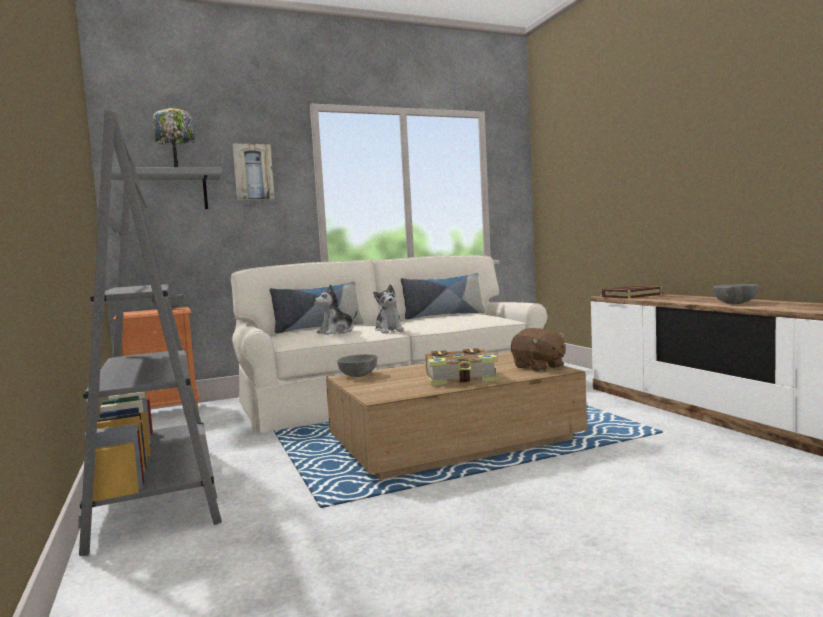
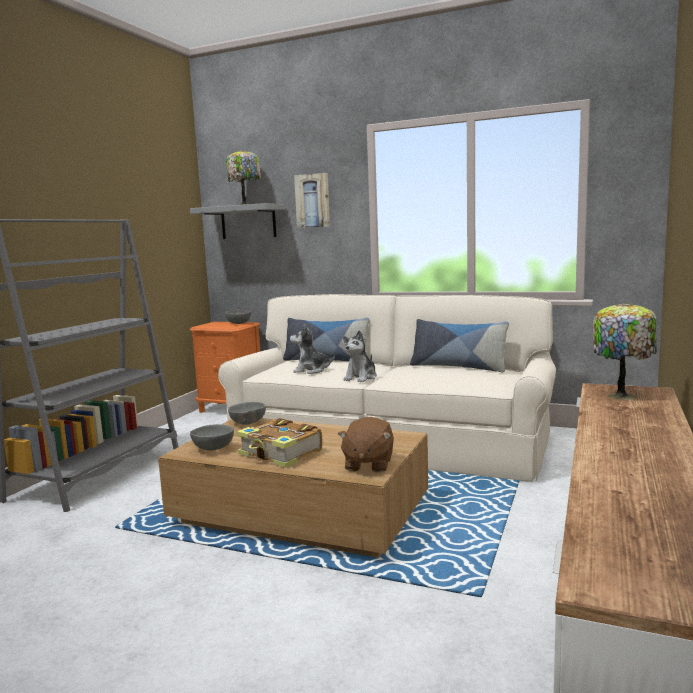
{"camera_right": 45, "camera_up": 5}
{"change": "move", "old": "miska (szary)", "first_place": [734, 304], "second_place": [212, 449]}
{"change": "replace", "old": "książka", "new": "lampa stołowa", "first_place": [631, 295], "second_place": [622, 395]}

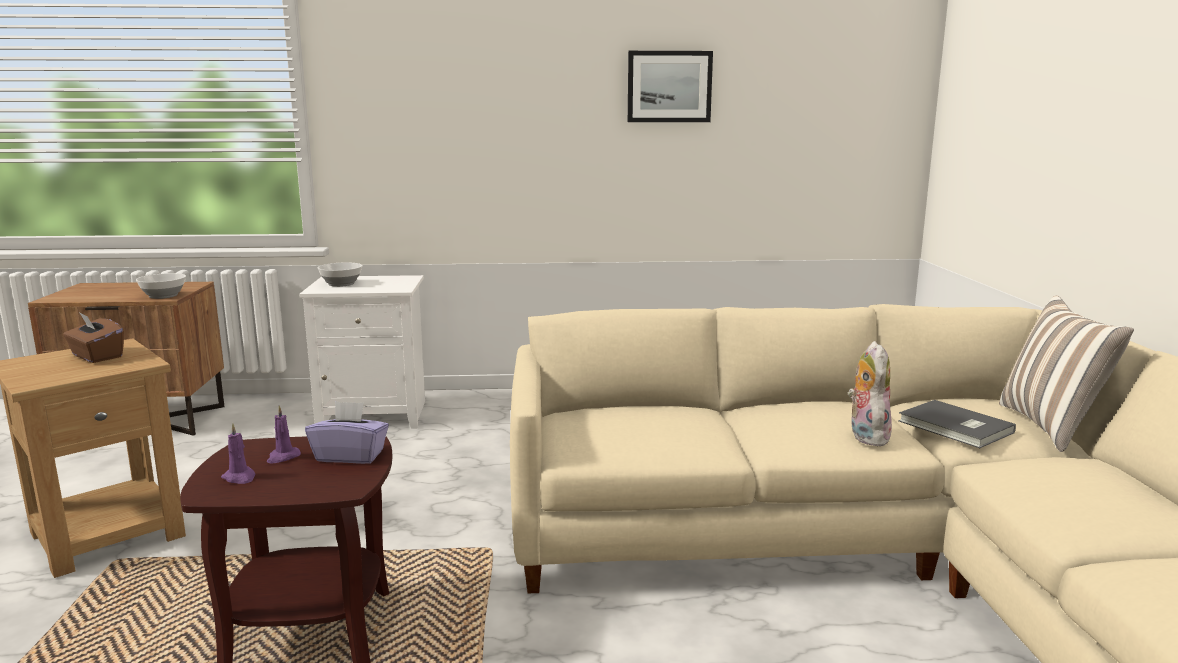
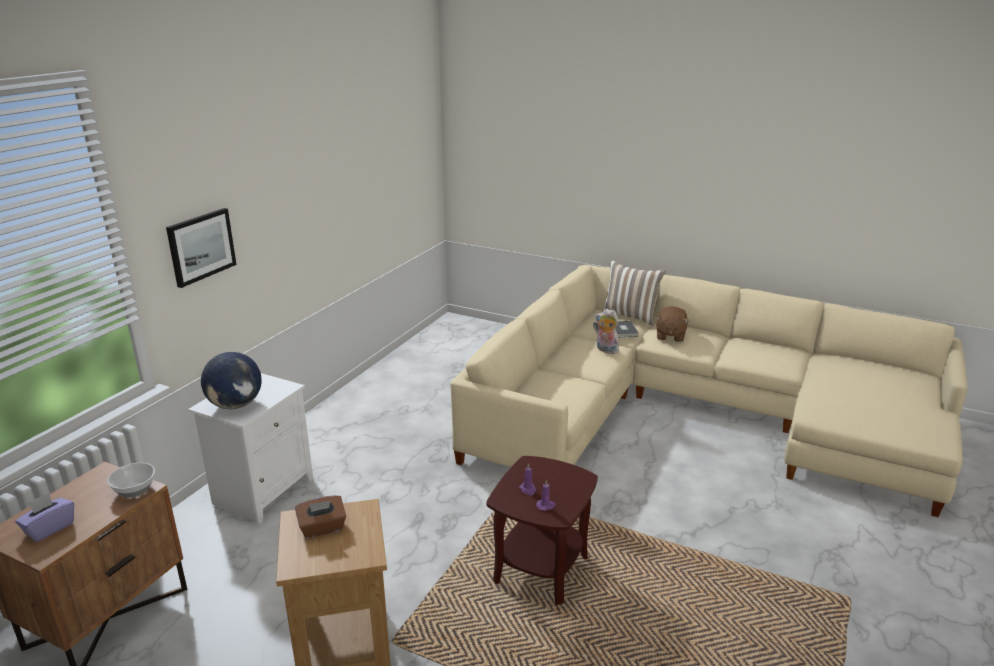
{"camera_right": -60, "camera_up": 10}
{"change": "move", "old": "obraz", "first_place": [669, 87], "second_place": [201, 246]}
{"change": "replace", "old": "miska", "new": "globus", "first_place": [341, 284], "second_place": [236, 405]}
{"change": "move", "old": "pudełko chusteczek (fioletowy)", "first_place": [350, 456], "second_place": [49, 528]}
{"change": "insert", "new": "pluszak (brązowy)", "second_place": [670, 336]}

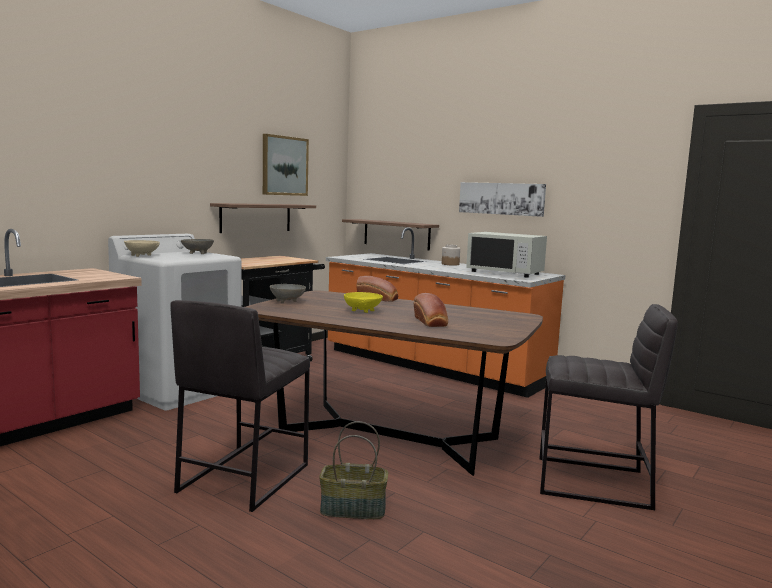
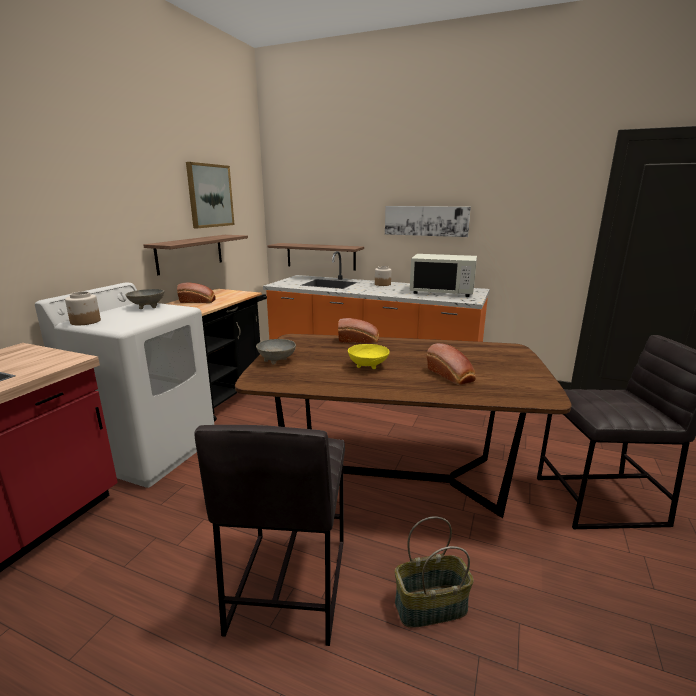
{"camera_right": -15, "camera_up": 10}
{"change": "replace", "old": "miska (beżowy)", "new": "słoik", "first_place": [142, 256], "second_place": [85, 322]}
{"change": "insert", "new": "chleb", "second_place": [198, 301]}

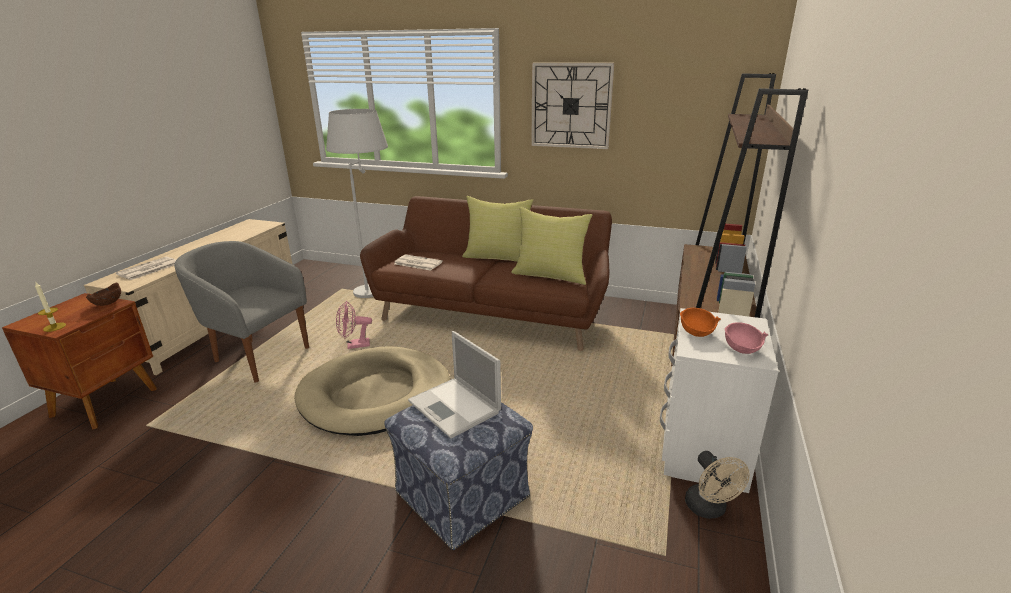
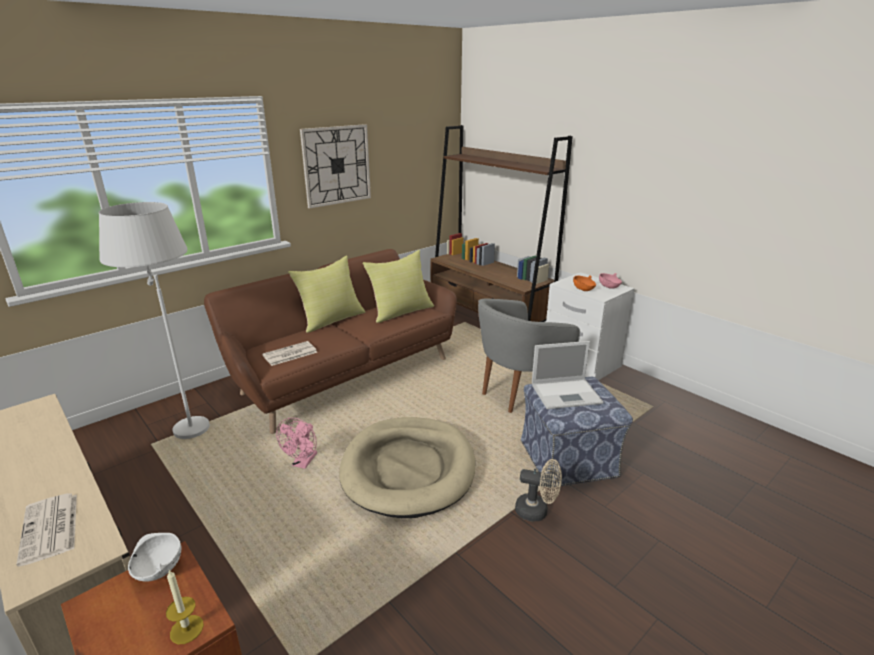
{"camera_right": -60, "camera_up": 0}
{"change": "move", "old": "fotel (szary)", "first_place": [257, 357], "second_place": [518, 393]}
{"change": "recolor", "old": "miska (brązowy)", "new": "miska (biały)", "first_place": [107, 303], "second_place": [158, 570]}
{"change": "move", "old": "wentylator (beżowy)", "first_place": [709, 509], "second_place": [537, 511]}

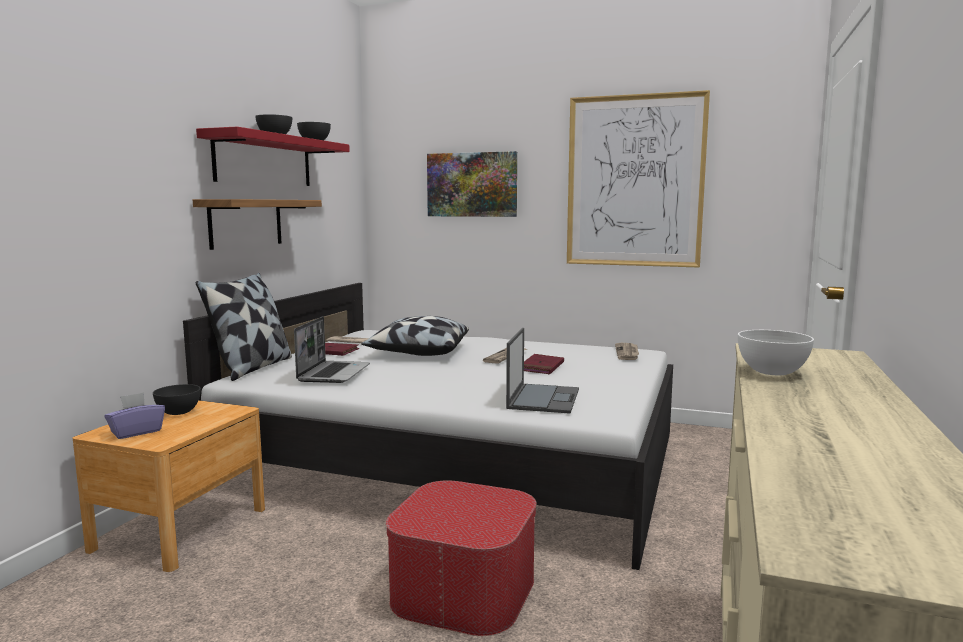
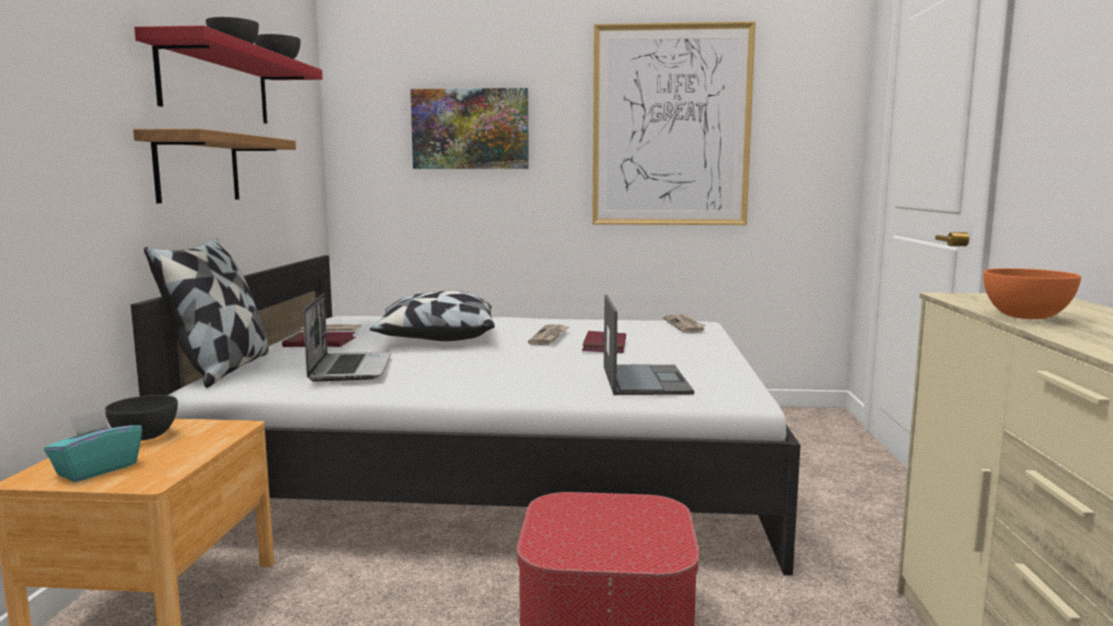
{"camera_right": -15, "camera_up": 0}
{"change": "recolor", "old": "miska (biały)", "new": "miska (pomarańczowy)", "first_place": [772, 372], "second_place": [1026, 317]}
{"change": "recolor", "old": "pudełko chusteczek (fioletowy)", "new": "pudełko chusteczek (turkusowy)", "first_place": [136, 432], "second_place": [97, 469]}

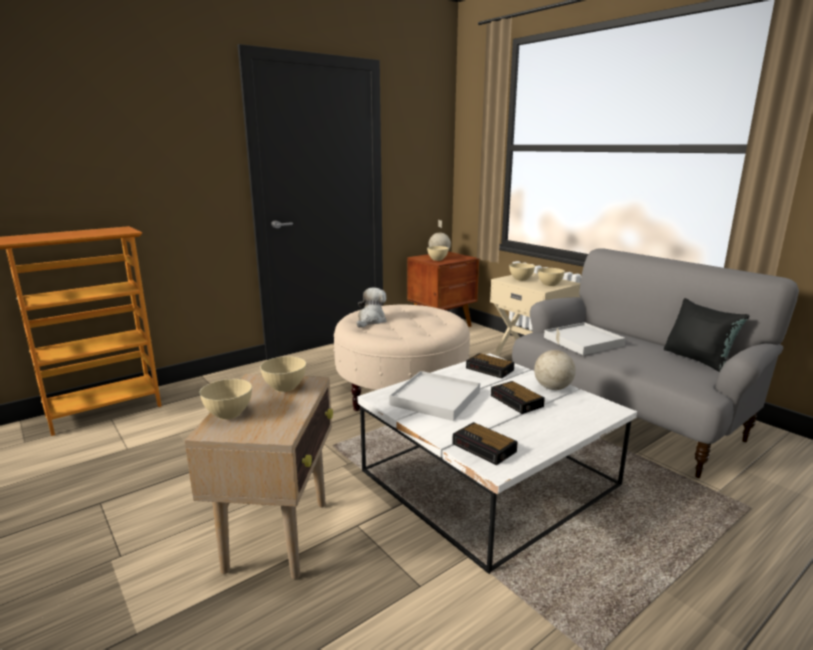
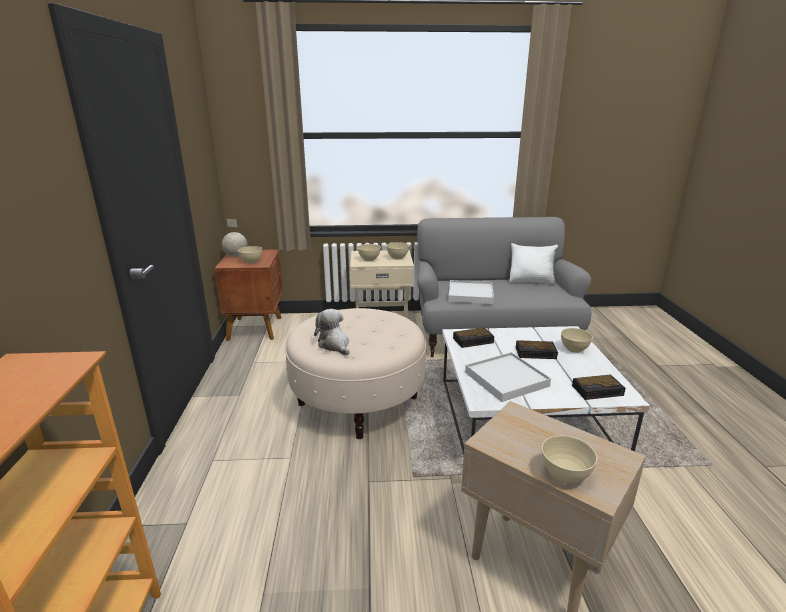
{"camera_right": -55, "camera_up": 5}
{"change": "recolor", "old": "poduszka (czarny)", "new": "poduszka (biały)", "first_place": [698, 359], "second_place": [531, 281]}
{"change": "delete", "old": "globus", "first_place": [552, 388]}
{"change": "move", "old": "miska (beżowy)", "first_place": [285, 387], "second_place": [574, 349]}

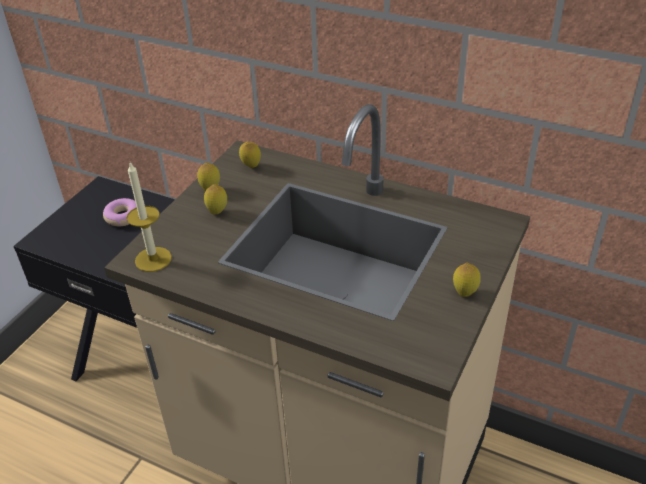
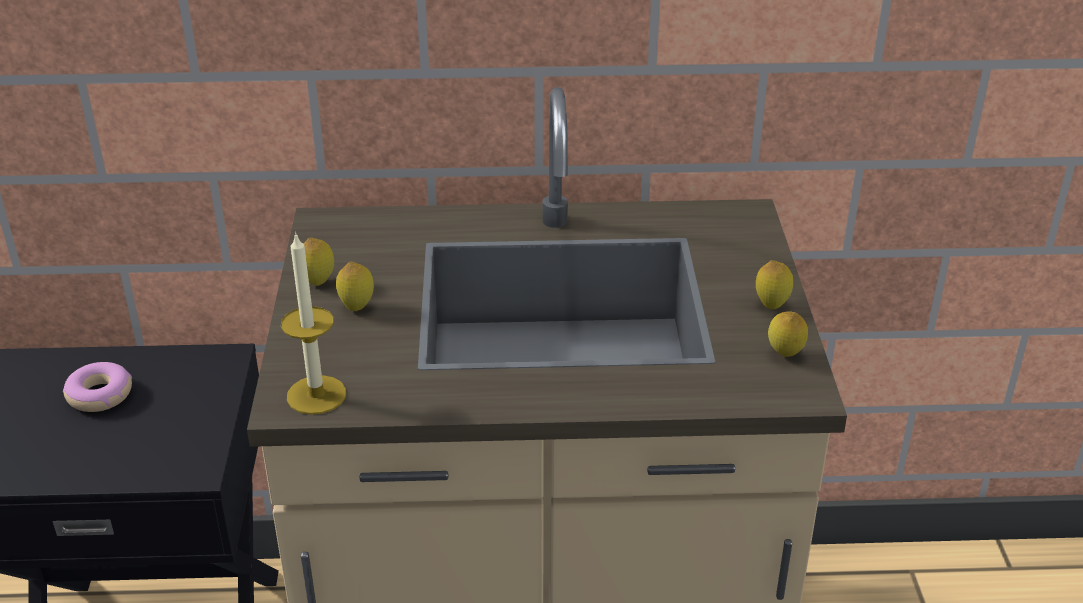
{"camera_right": -30, "camera_up": -5}
{"change": "move", "old": "cytryna", "first_place": [251, 166], "second_place": [784, 355]}

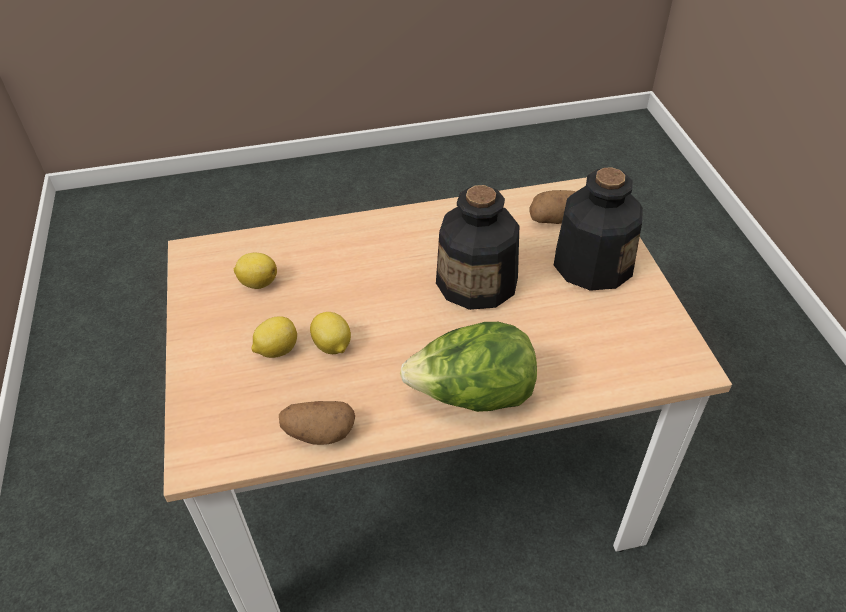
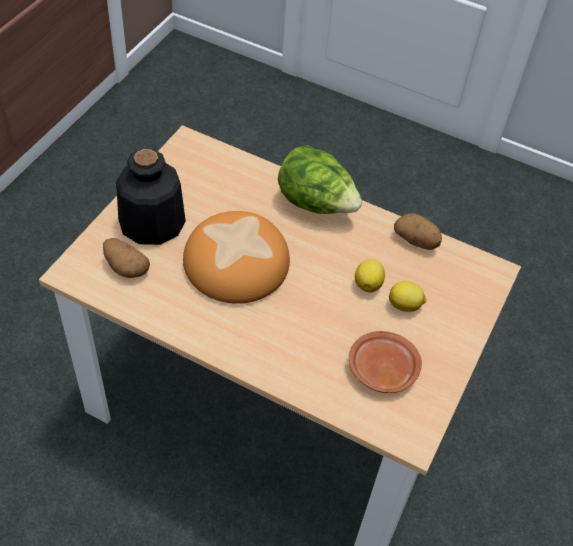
{"camera_right": -145, "camera_up": 5}
{"change": "replace", "old": "butelka", "new": "chleb", "first_place": [477, 282], "second_place": [235, 262]}
{"change": "replace", "old": "cytryna", "new": "talerz (brązowy)", "first_place": [257, 282], "second_place": [381, 369]}

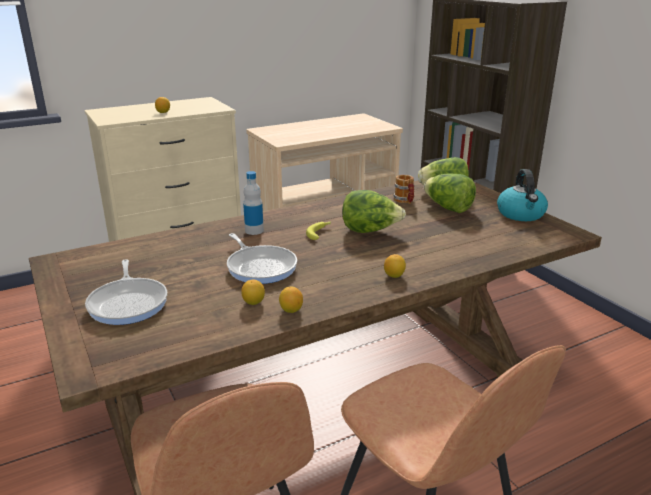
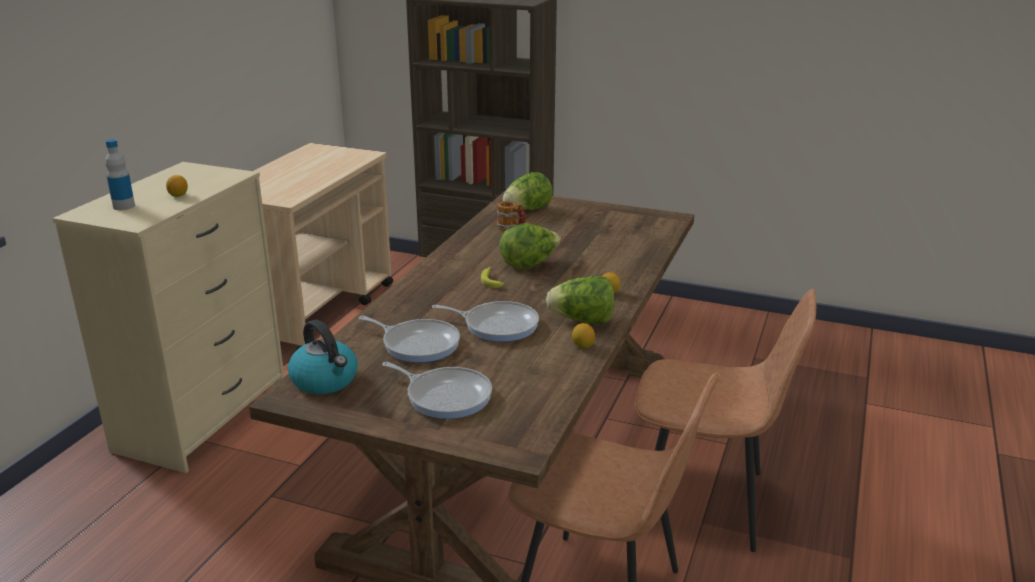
{"camera_right": -40, "camera_up": 0}
{"change": "move", "old": "czajnik", "first_place": [521, 214], "second_place": [325, 380]}
{"change": "move", "old": "butelka", "first_place": [254, 231], "second_place": [124, 206]}
{"change": "move", "old": "sałata", "first_place": [448, 208], "second_place": [582, 321]}
{"change": "delete", "old": "cytryna", "first_place": [253, 302]}
{"change": "insert", "new": "patelnia", "second_place": [418, 344]}

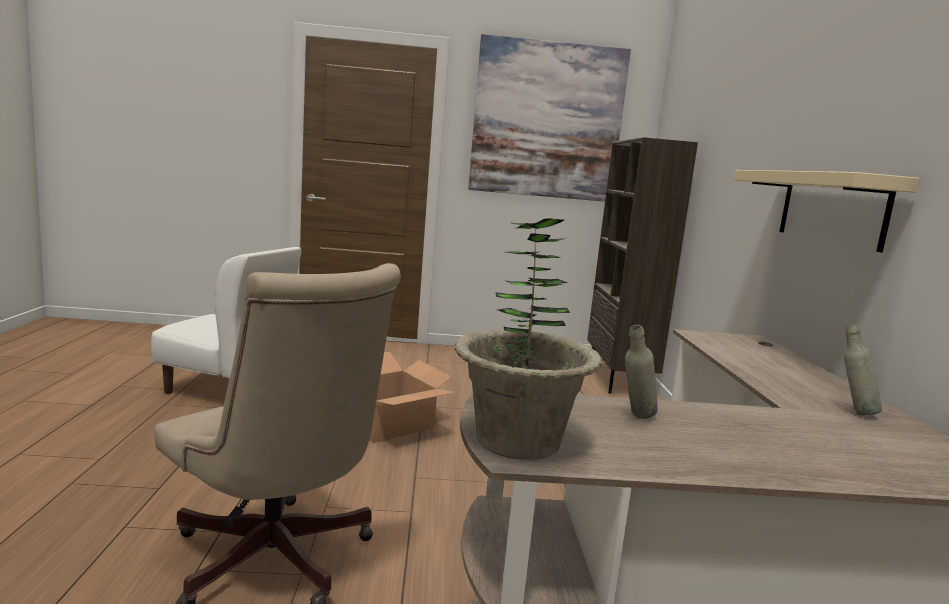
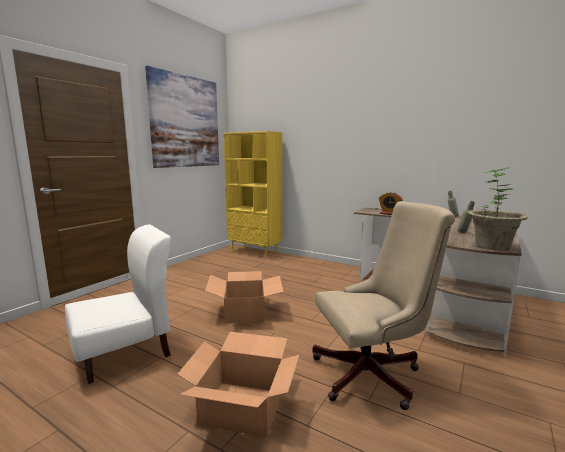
{"camera_right": -55, "camera_up": 0}
{"change": "recolor", "old": "regał (brązowy)", "new": "regał (żółty)", "first_place": [619, 380], "second_place": [255, 252]}
{"change": "delete", "old": "półka (beżowy)", "first_place": [831, 208]}
{"change": "insert", "new": "budzik", "second_place": [389, 214]}
{"change": "insert", "new": "karton", "second_place": [242, 406]}

